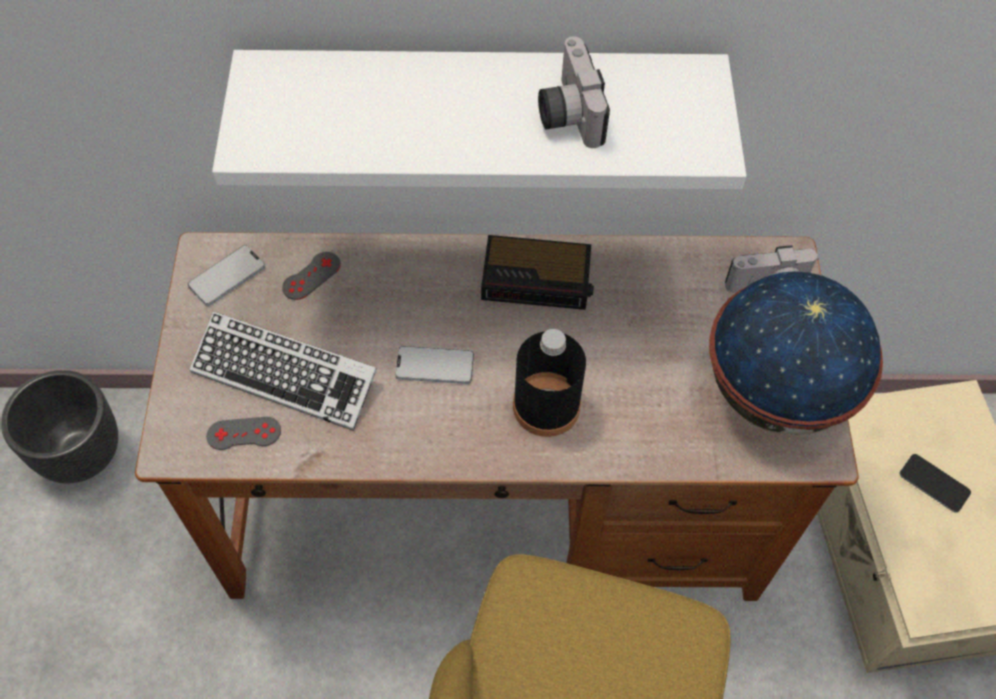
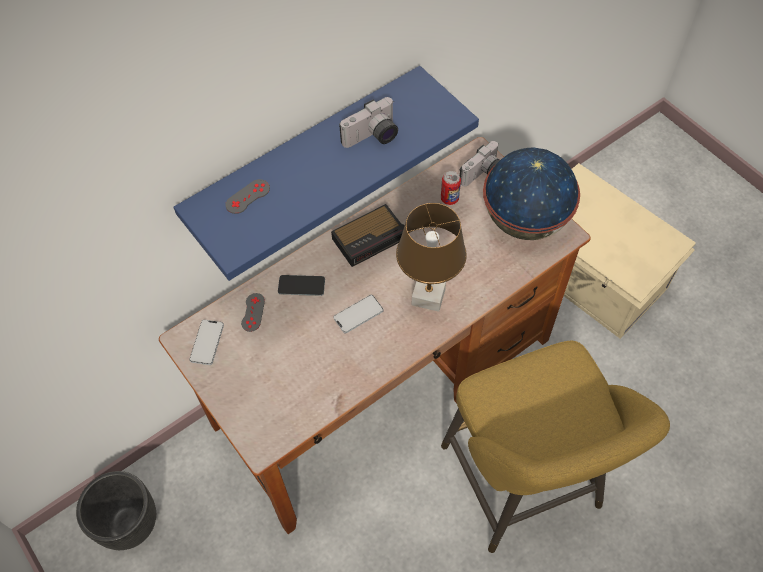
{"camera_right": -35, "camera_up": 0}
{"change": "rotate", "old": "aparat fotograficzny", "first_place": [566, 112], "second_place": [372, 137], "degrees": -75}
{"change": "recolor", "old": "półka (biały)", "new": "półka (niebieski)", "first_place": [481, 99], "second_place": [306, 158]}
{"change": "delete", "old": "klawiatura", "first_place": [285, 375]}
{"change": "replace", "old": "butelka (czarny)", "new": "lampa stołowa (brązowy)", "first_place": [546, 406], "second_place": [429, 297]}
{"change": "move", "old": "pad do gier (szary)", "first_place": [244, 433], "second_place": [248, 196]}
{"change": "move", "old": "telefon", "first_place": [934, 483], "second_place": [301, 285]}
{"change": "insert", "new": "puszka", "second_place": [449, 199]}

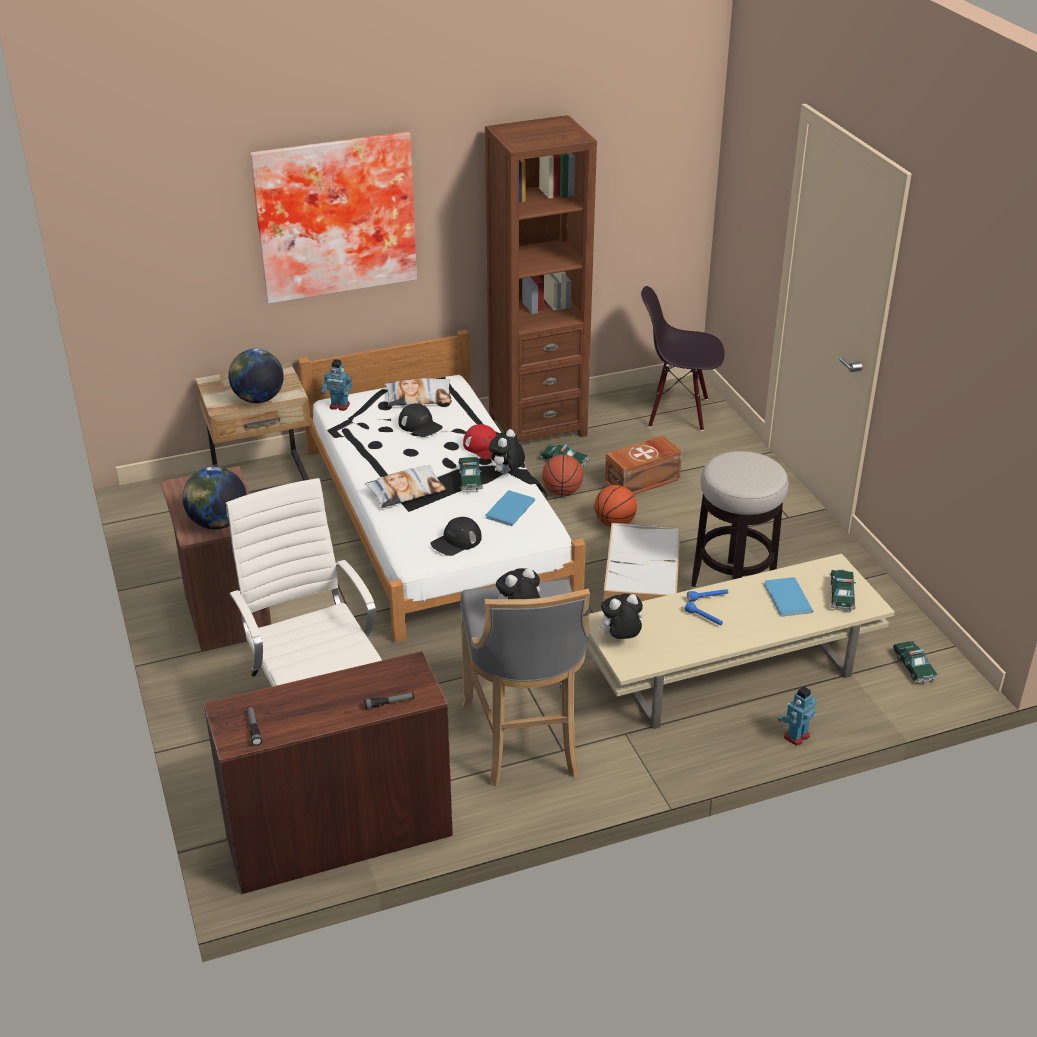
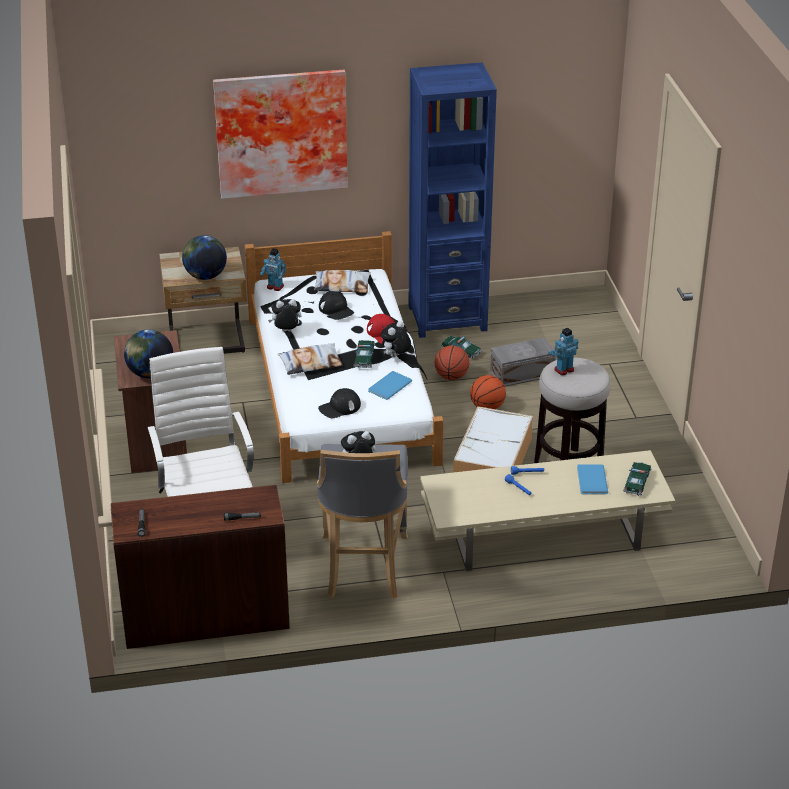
{"camera_right": 10, "camera_up": 0}
{"change": "recolor", "old": "regał (brązowy)", "new": "regał (niebieski)", "first_place": [537, 426], "second_place": [447, 318]}
{"change": "delete", "old": "krzesło (czarny)", "first_place": [678, 412]}
{"change": "recolor", "old": "pojemnik do przechowywania (brązowy)", "new": "pojemnik do przechowywania (szary)", "first_place": [643, 480], "second_place": [523, 374]}
{"change": "move", "old": "pluszak", "first_place": [620, 639], "second_place": [286, 331]}
{"change": "delete", "old": "samochodzik", "first_place": [913, 667]}
{"change": "move", "old": "robot zabawkowy", "first_place": [796, 736], "second_place": [563, 369]}

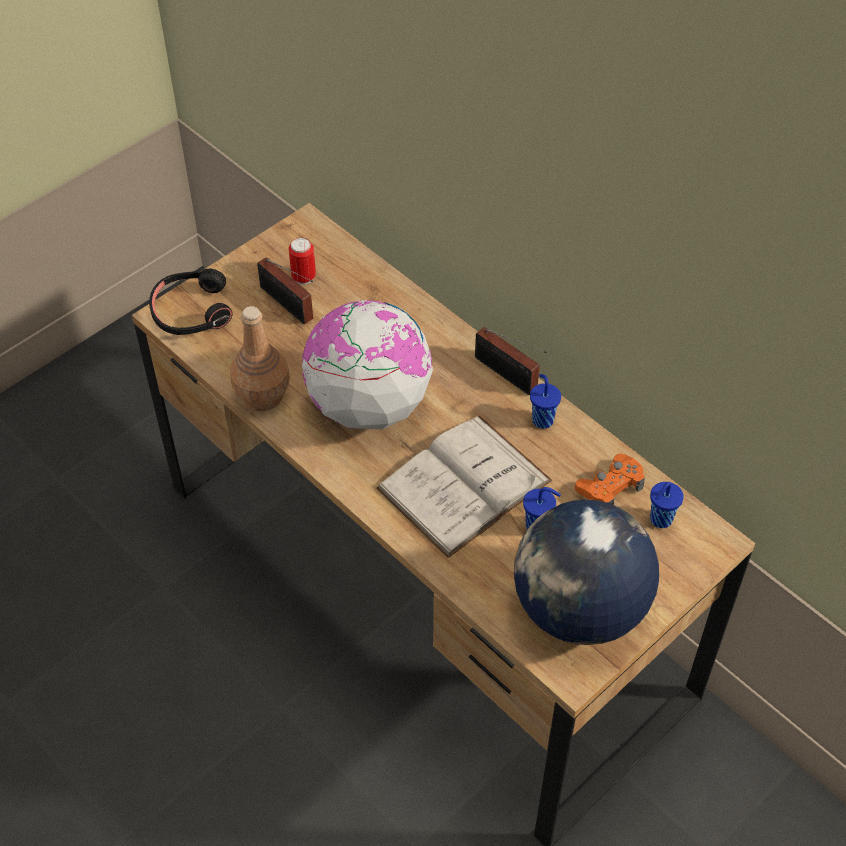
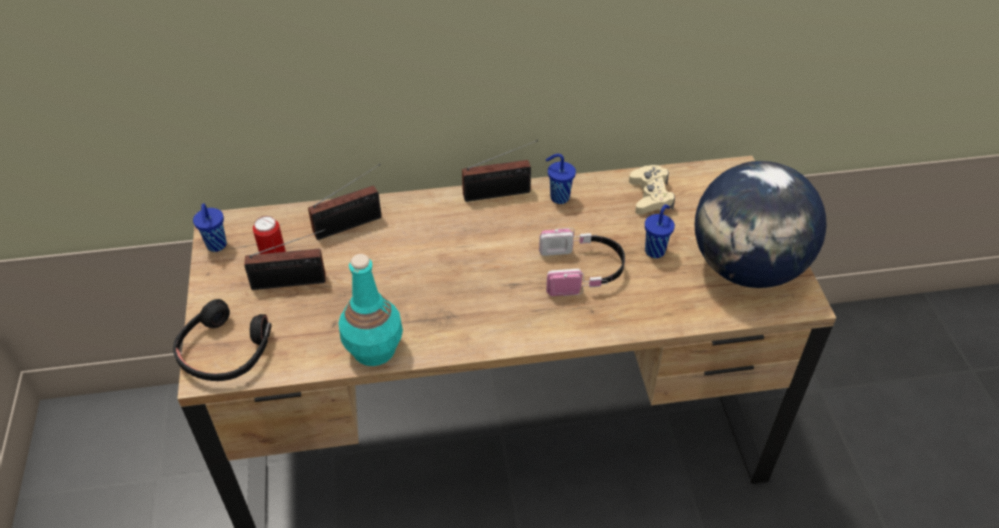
{"camera_right": -55, "camera_up": -5}
{"change": "delete", "old": "globus", "first_place": [368, 405]}
{"change": "recolor", "old": "butelka (brązowy)", "new": "butelka (turkusowy)", "first_place": [262, 396], "second_place": [374, 350]}
{"change": "replace", "old": "książka (biały)", "new": "słuchawki", "first_place": [464, 485], "second_place": [582, 271]}
{"change": "recolor", "old": "pad do gier (pomarańczowy)", "new": "pad do gier (beżowy)", "first_place": [610, 487], "second_place": [650, 196]}
{"change": "move", "old": "filiżanka (niebieski)", "first_place": [660, 520], "second_place": [216, 246]}
{"change": "insert", "new": "radio", "second_place": [351, 224]}

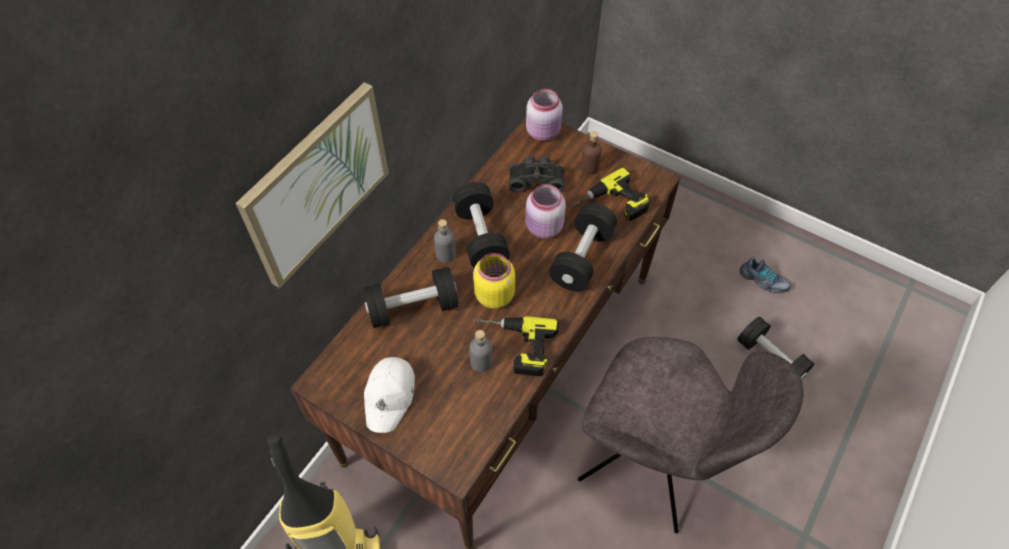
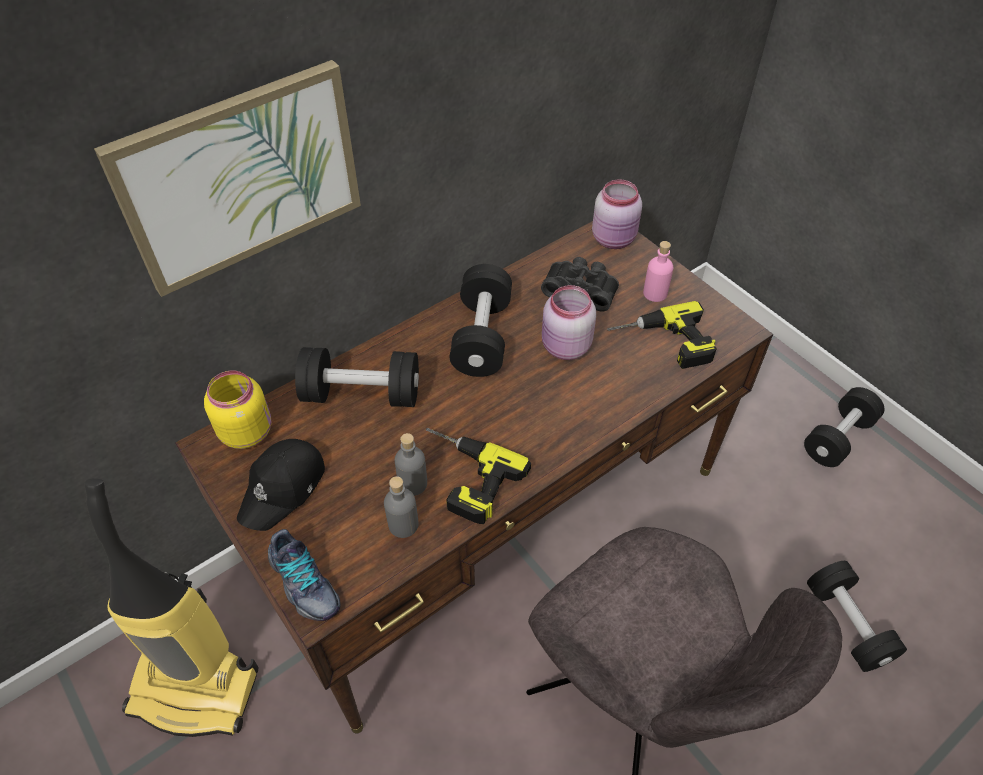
{"camera_right": 20, "camera_up": -5}
{"change": "recolor", "old": "butelka (brązowy)", "new": "butelka (różowy)", "first_place": [589, 168], "second_place": [655, 293]}
{"change": "move", "old": "hantel (czarny)", "first_place": [582, 258], "second_place": [837, 438]}
{"change": "move", "old": "butelka (szary)", "first_place": [445, 254], "second_place": [403, 525]}
{"change": "move", "old": "słoik (żółty)", "first_place": [494, 294], "second_place": [247, 431]}
{"change": "move", "old": "but", "first_place": [763, 281], "second_place": [303, 584]}
{"change": "recolor", "old": "czapka z daszkiem (biały)", "new": "czapka z daszkiem (czarny)", "first_place": [390, 396], "second_place": [283, 488]}

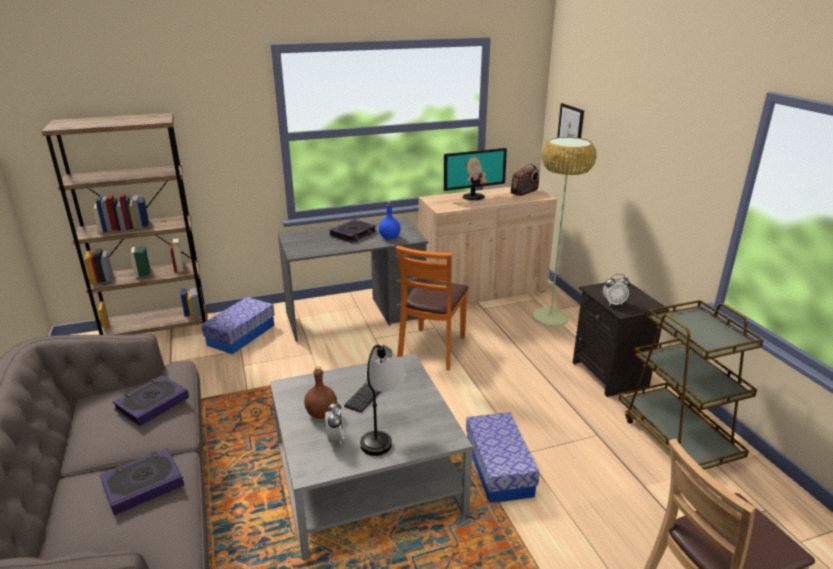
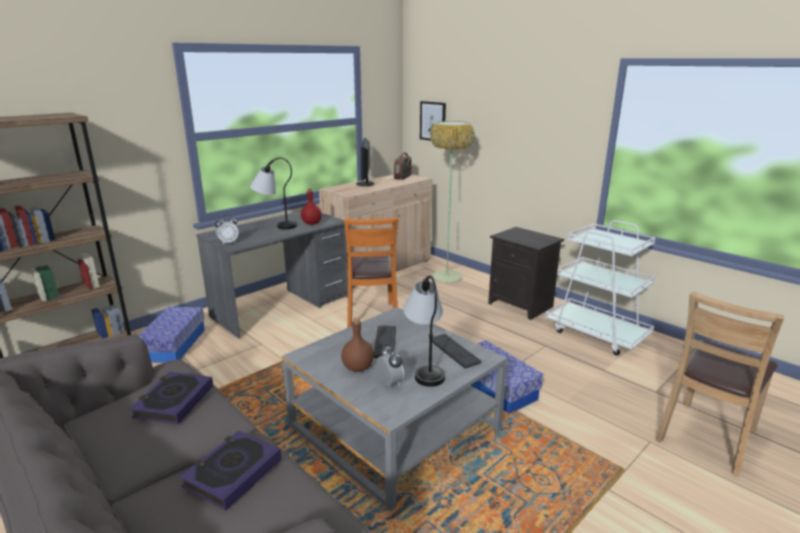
{"camera_right": -25, "camera_up": -5}
{"change": "rotate", "old": "monitor", "first_place": [473, 196], "second_place": [365, 184], "degrees": 135}
{"change": "recolor", "old": "butelka (niebieski)", "new": "butelka (czerwony)", "first_place": [389, 237], "second_place": [311, 223]}
{"change": "replace", "old": "książka", "new": "lampa stołowa", "first_place": [353, 234], "second_place": [274, 225]}
{"change": "move", "old": "budzik", "first_place": [613, 303], "second_place": [228, 242]}
{"change": "recolor", "old": "wózek (brązowy)", "new": "wózek (biały)", "first_place": [676, 437], "second_place": [596, 333]}
{"change": "insert", "new": "klawiatura", "second_place": [454, 351]}

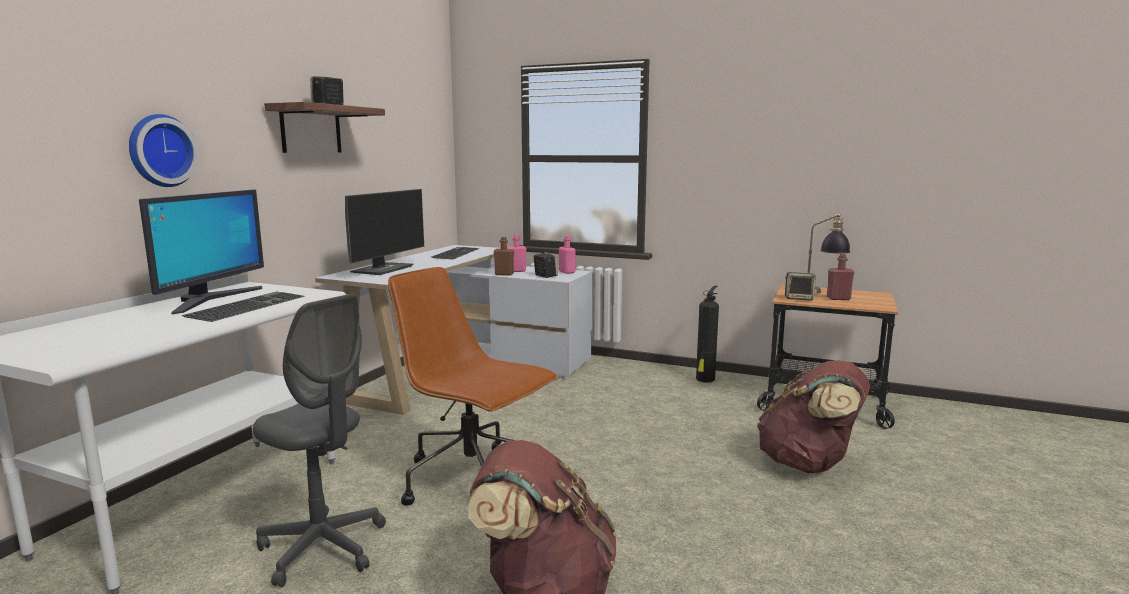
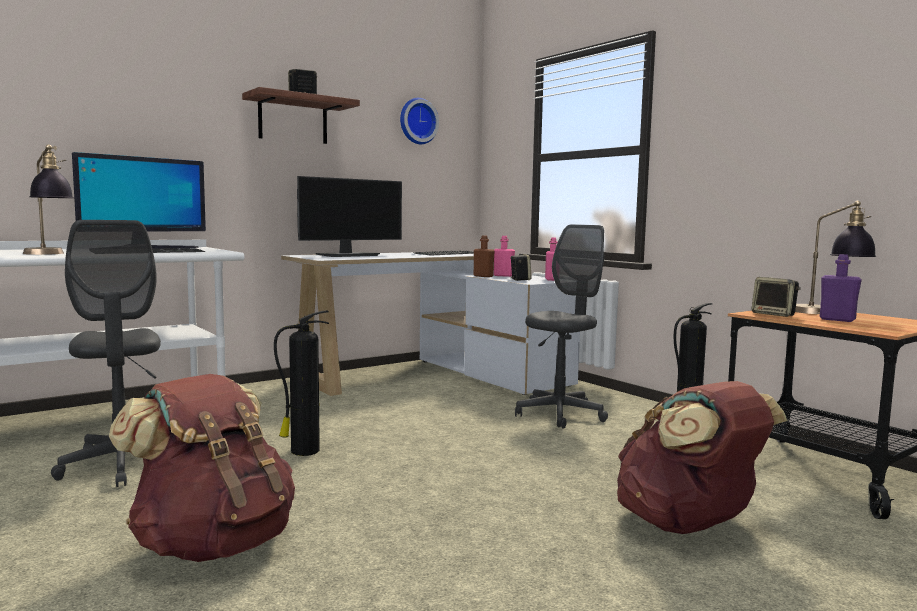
{"camera_right": 30, "camera_up": -5}
{"change": "move", "old": "zegar ścienny", "first_place": [160, 151], "second_place": [417, 121]}
{"change": "recolor", "old": "butelka (czerwony)", "new": "butelka (fioletowy)", "first_place": [838, 298], "second_place": [837, 319]}
{"change": "replace", "old": "krzesło biurowe (brązowy)", "new": "gaśnica", "first_place": [473, 481], "second_place": [303, 451]}
{"change": "insert", "new": "lampa stołowa", "second_place": [49, 254]}
{"change": "insert", "new": "krzesło biurowe (szary)", "second_place": [560, 414]}

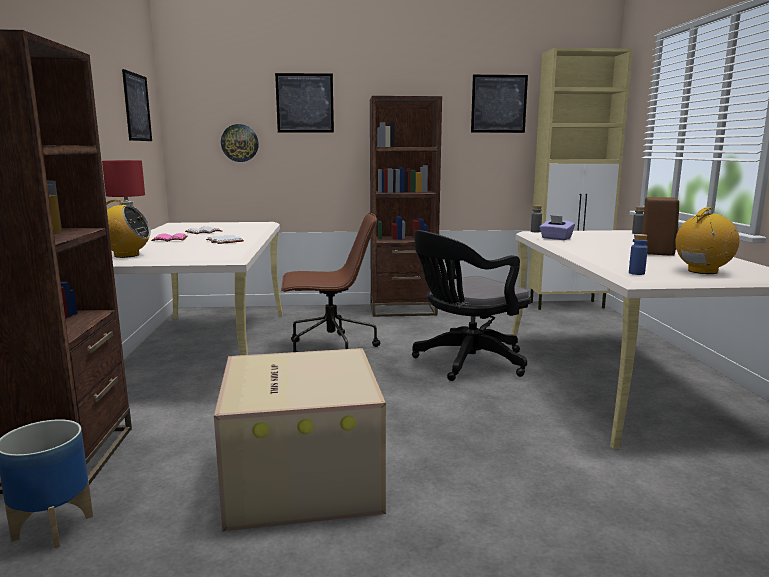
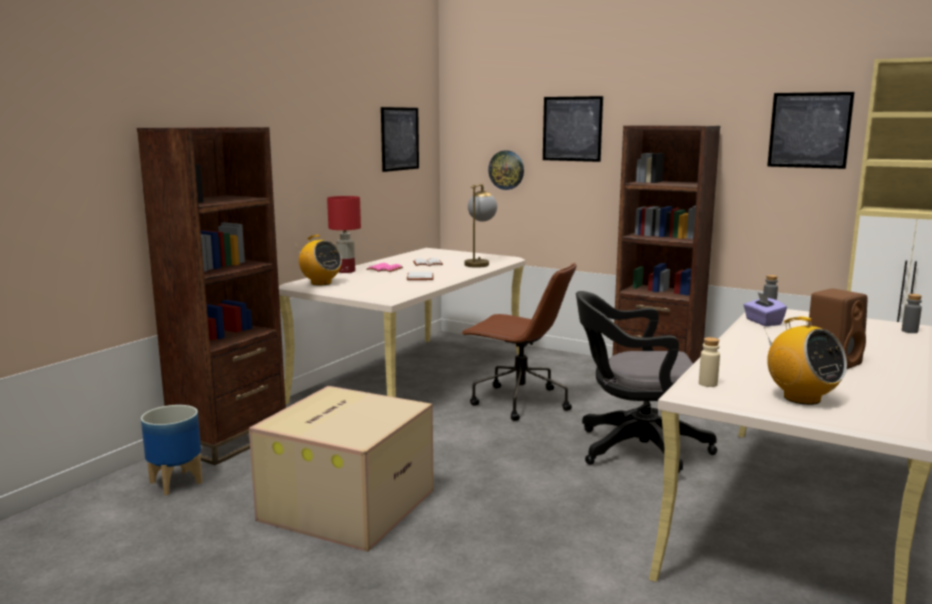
{"camera_right": 35, "camera_up": 0}
{"change": "rotate", "old": "radio", "first_place": [702, 271], "second_place": [801, 398], "degrees": 60}
{"change": "recolor", "old": "butelka (niebieski)", "new": "butelka (beżowy)", "first_place": [636, 273], "second_place": [708, 384]}
{"change": "insert", "new": "lampa stołowa", "second_place": [479, 263]}

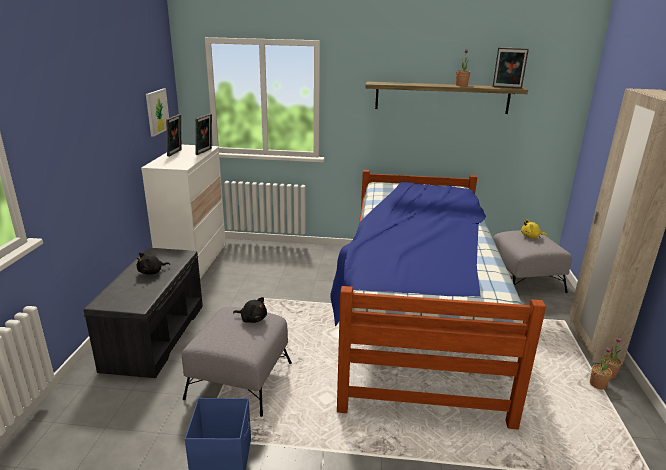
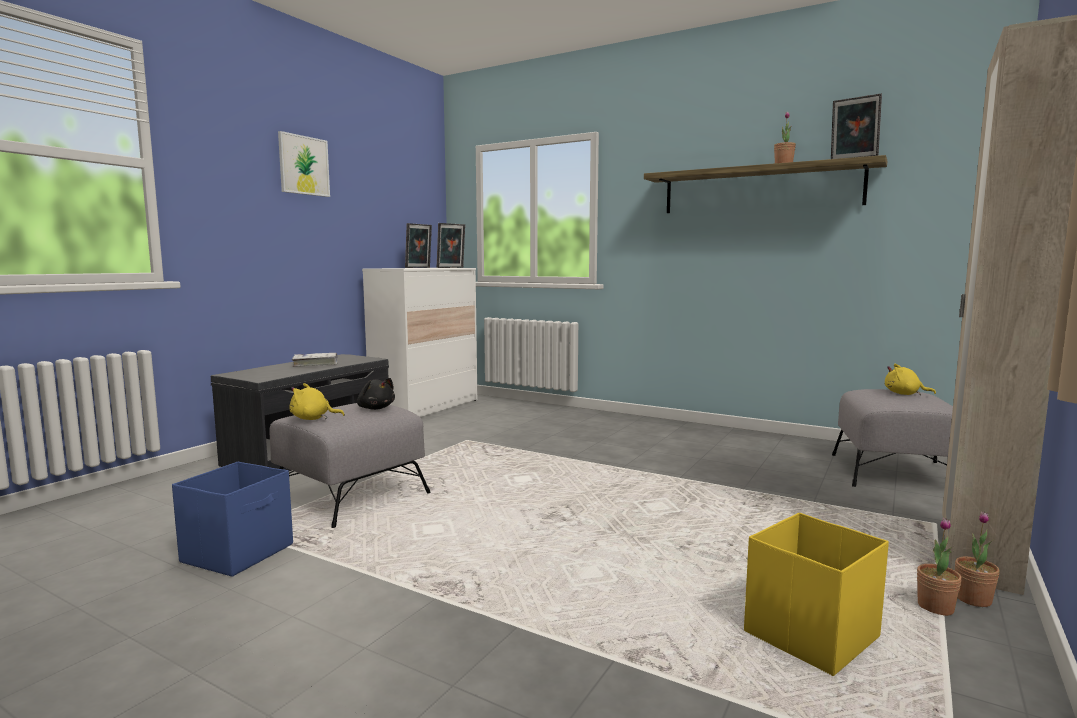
{"camera_right": 25, "camera_up": -15}
{"change": "move", "old": "obraz", "first_place": [157, 111], "second_place": [304, 165]}
{"change": "delete", "old": "łóżko", "first_place": [415, 314]}
{"change": "replace", "old": "pluszak (czarny)", "new": "książka (biały)", "first_place": [152, 272], "second_place": [315, 364]}
{"change": "insert", "new": "pluszak (żółty)", "second_place": [313, 419]}
{"change": "insert", "new": "pojemnik do przechowywania (żółty)", "second_place": [809, 635]}

